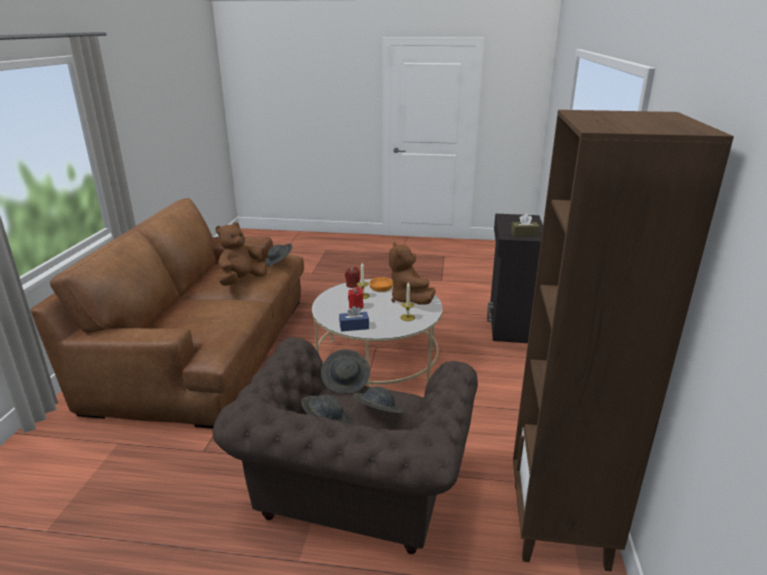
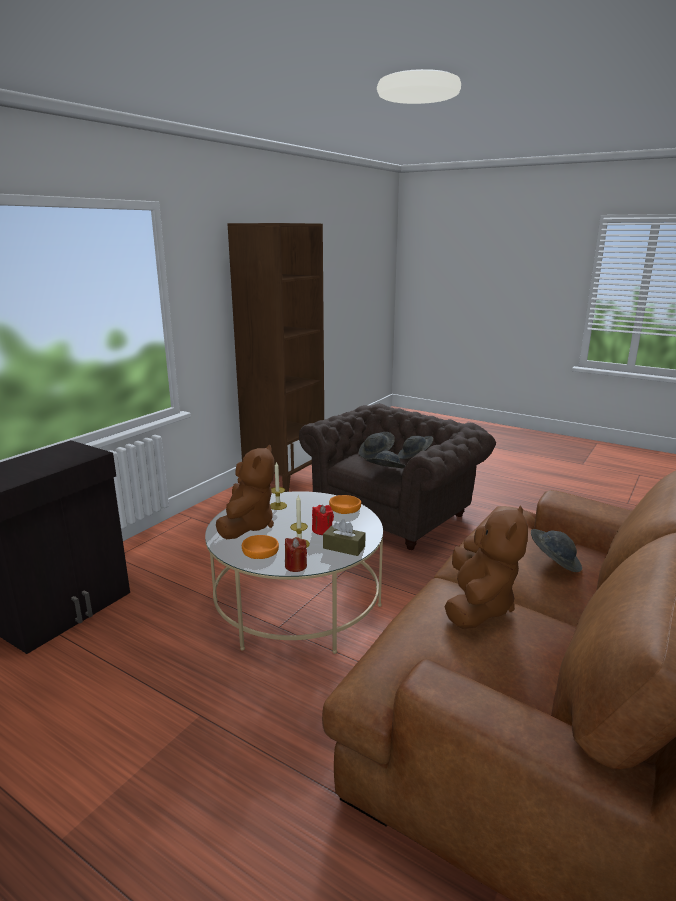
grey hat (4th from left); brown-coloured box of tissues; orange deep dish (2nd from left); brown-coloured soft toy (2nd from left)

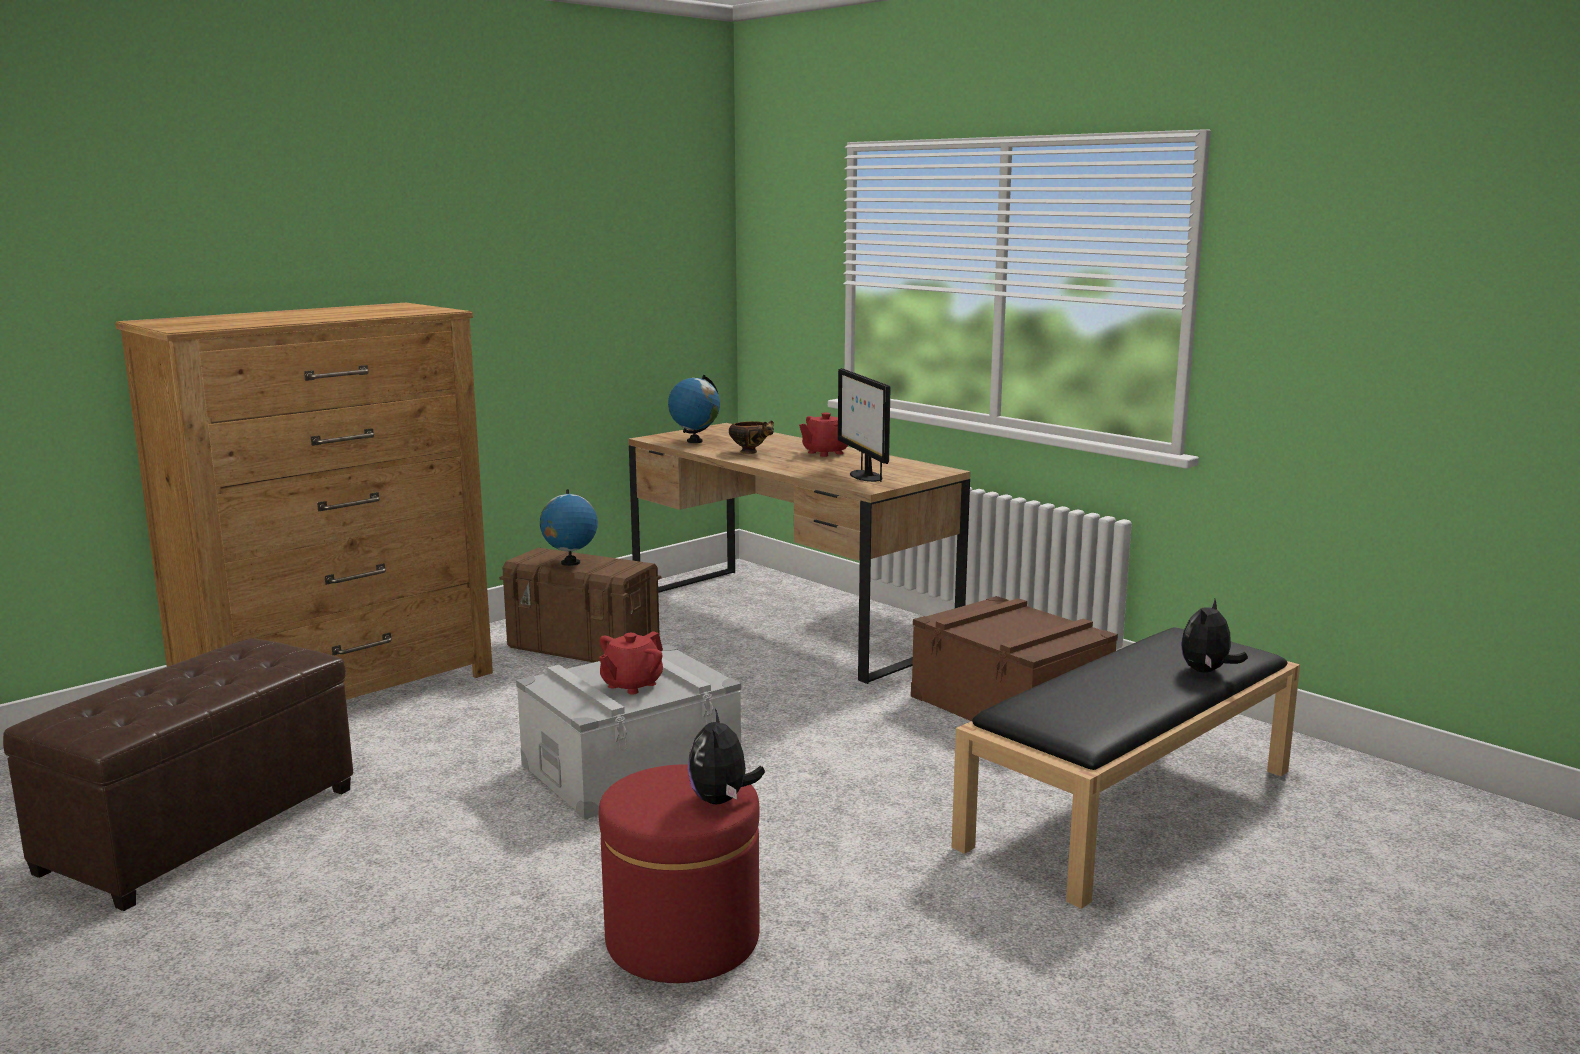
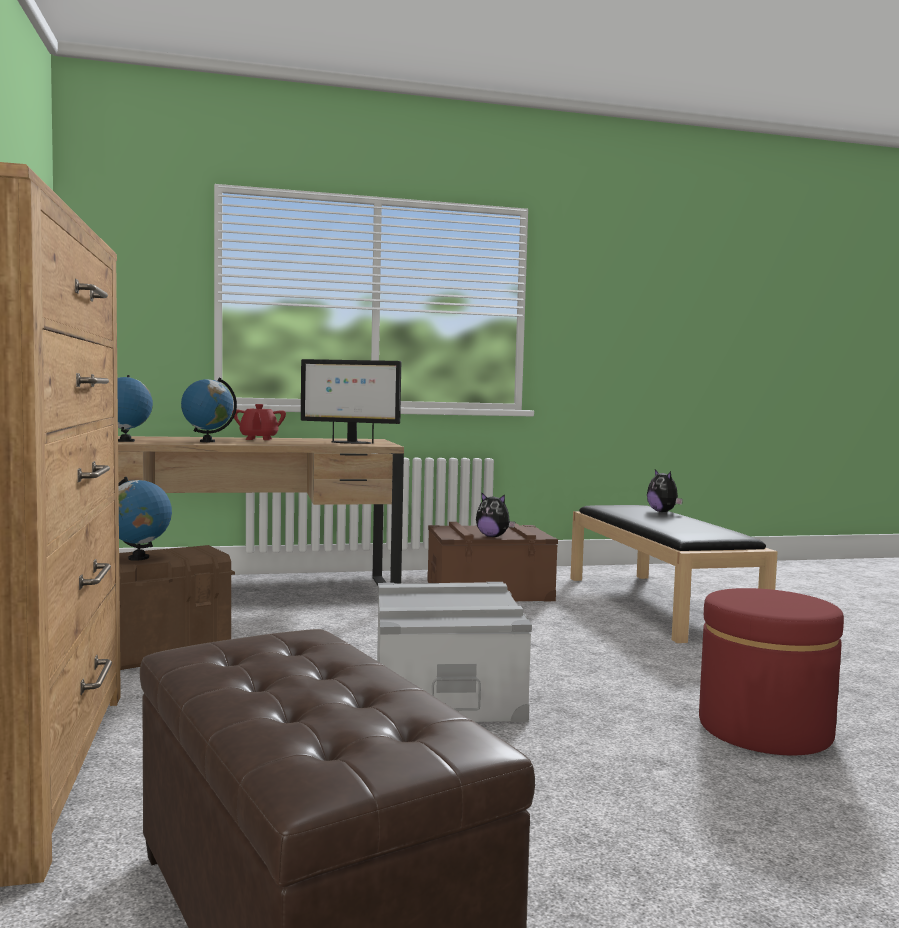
reddish tea pot (1st from left in the first image); soft toy (1st from left); desk globe (3rd from left)

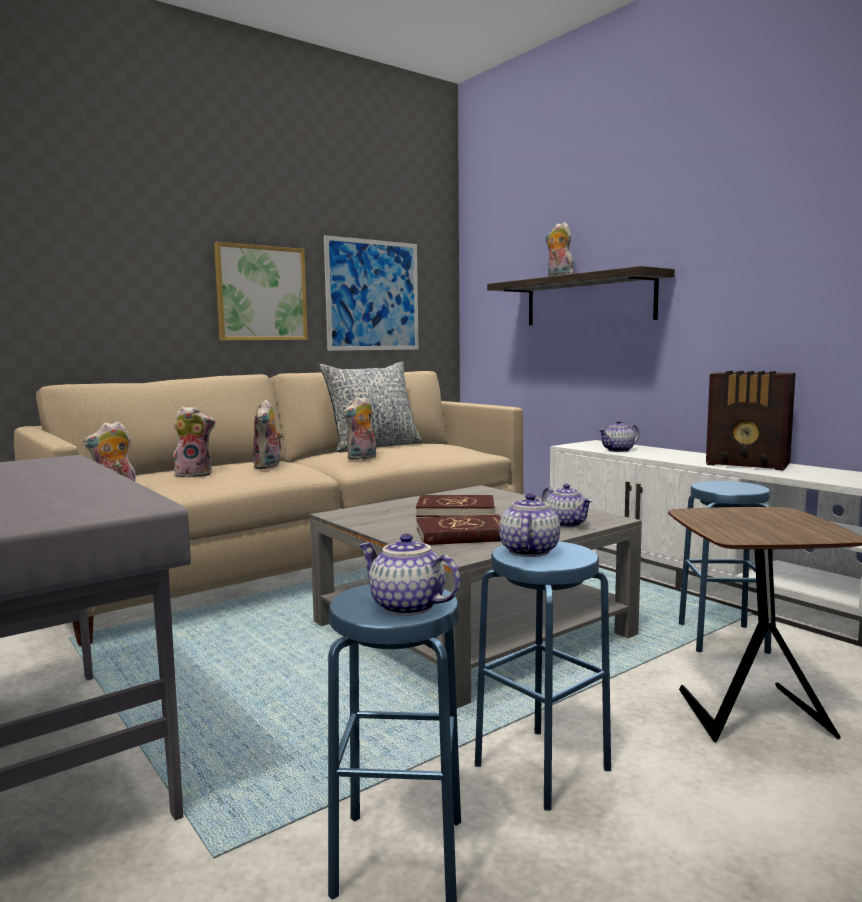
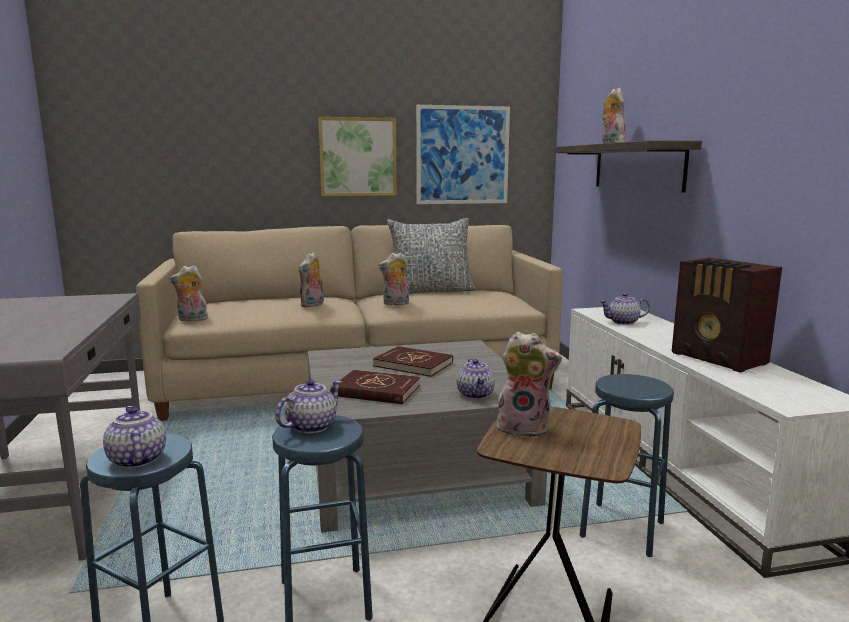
soft toy (4th from left)

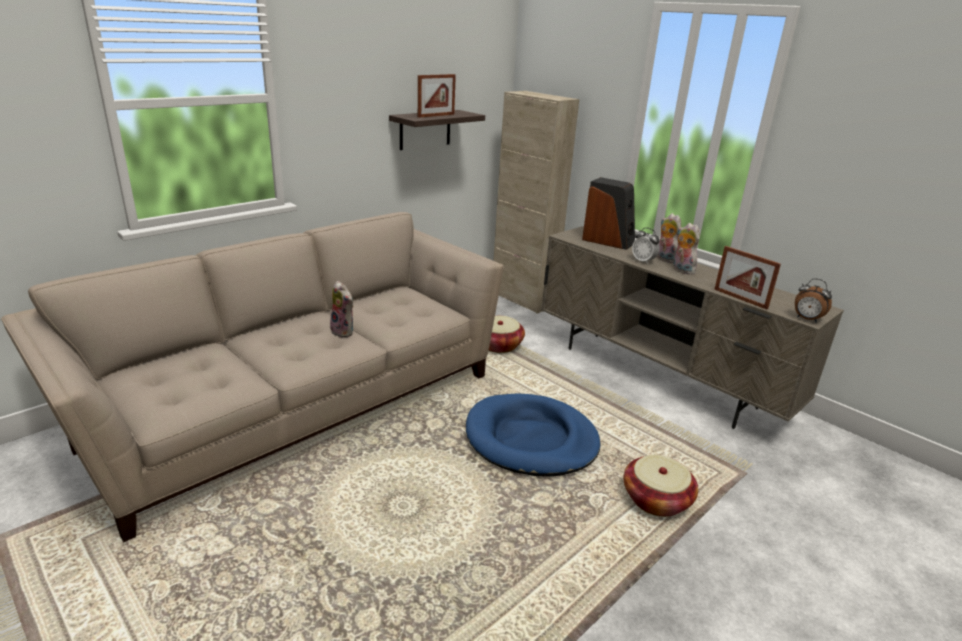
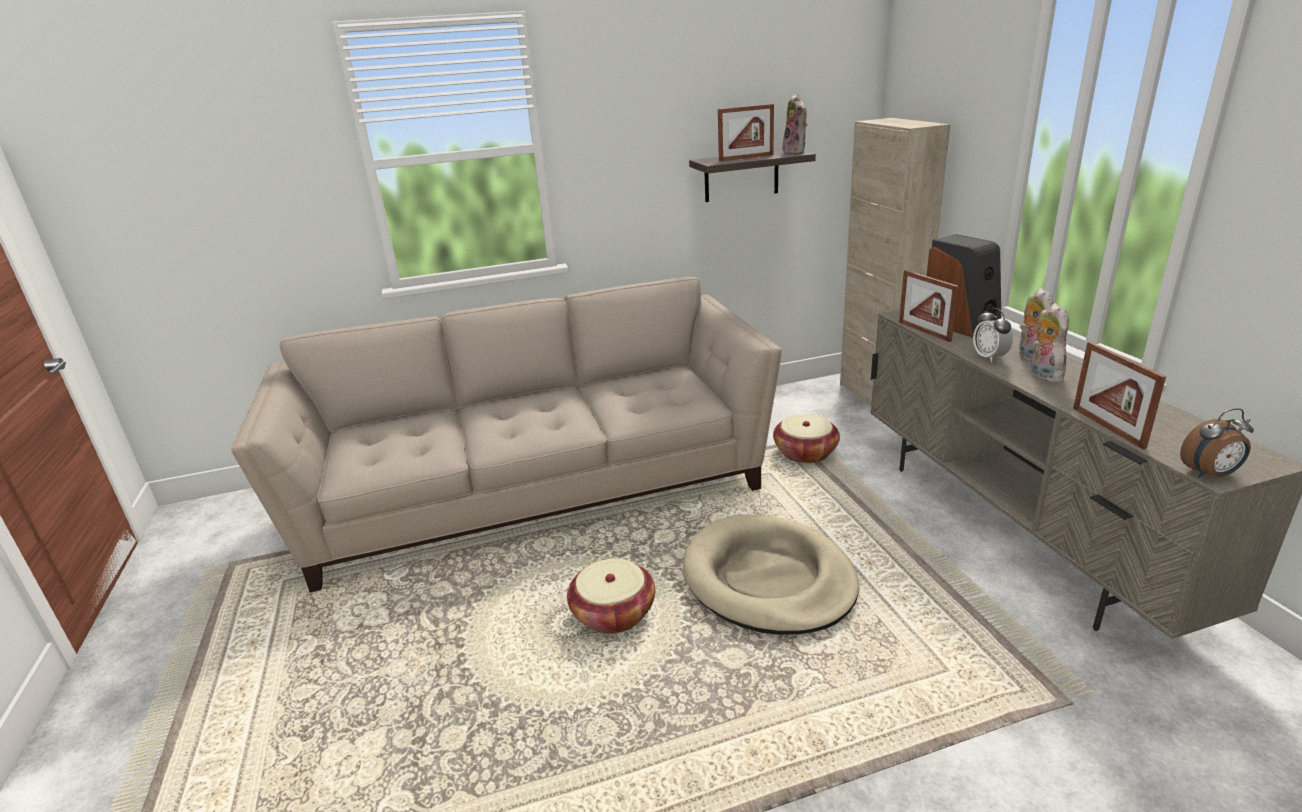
picture frame (2nd from left); soft toy (1st from left); storage basket (1st from left); beige dog bed; alarm clock (2nd from left)

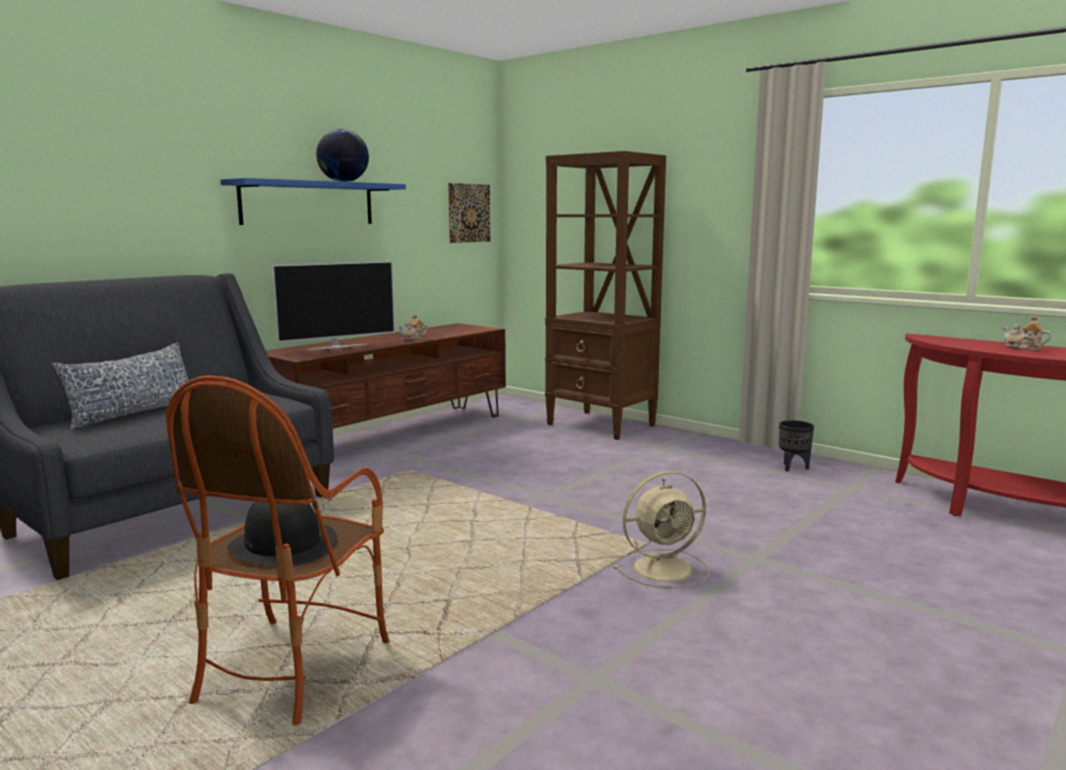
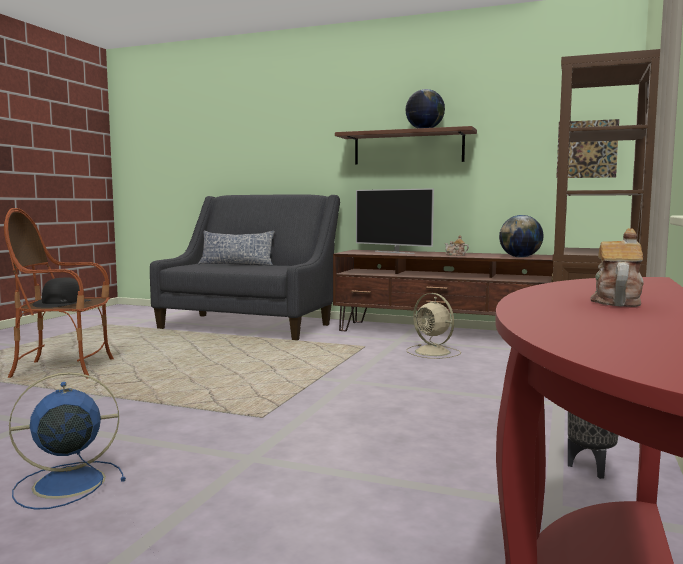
blue fan; desk globe (2nd from left); beige fan; brown-coloured shelf

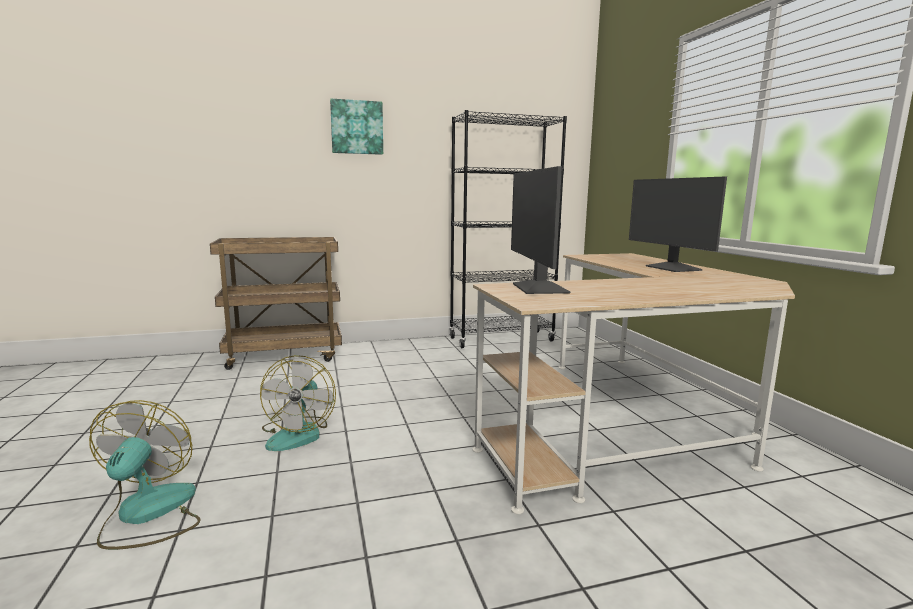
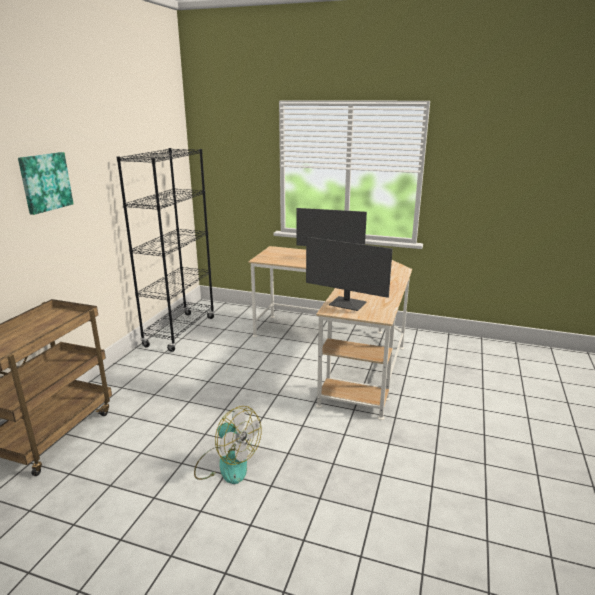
fan (1st from left in the first image)

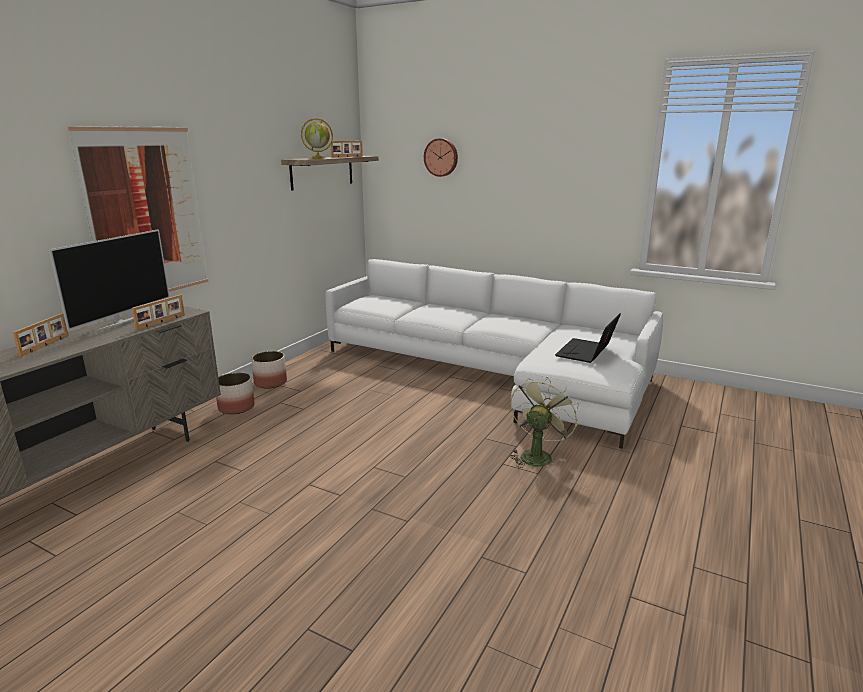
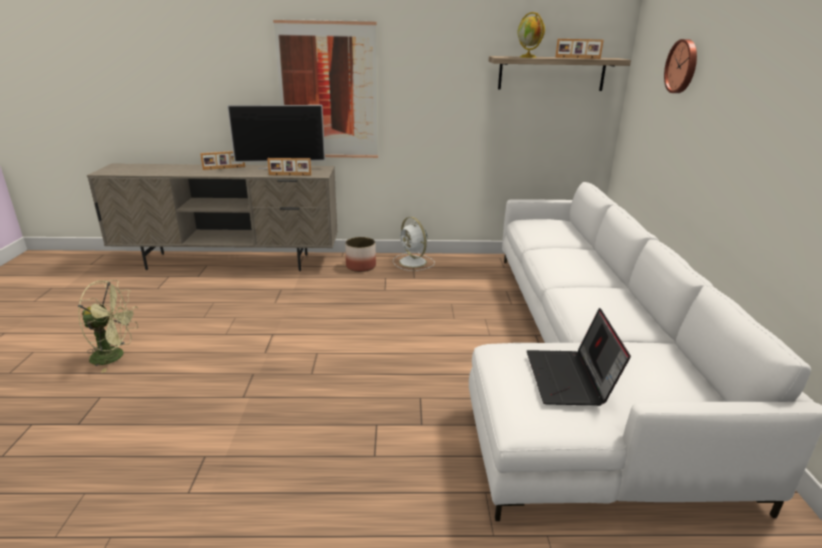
green fan; white-coloured fan; notebook computer

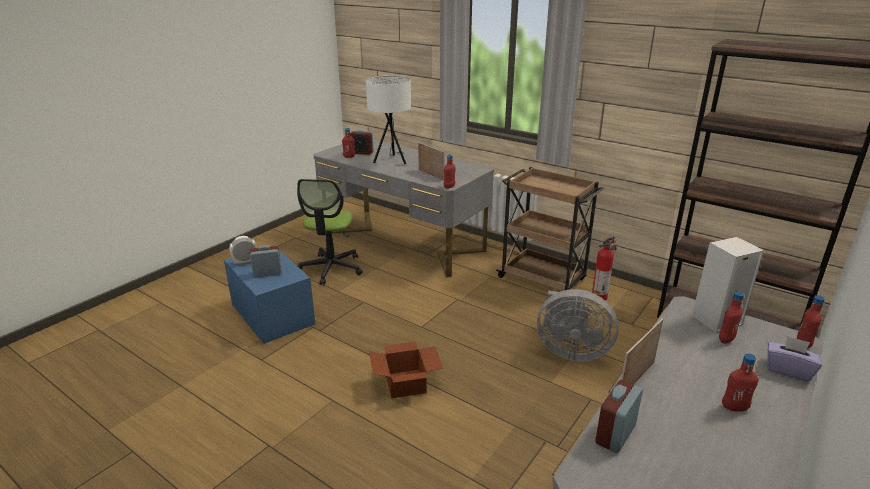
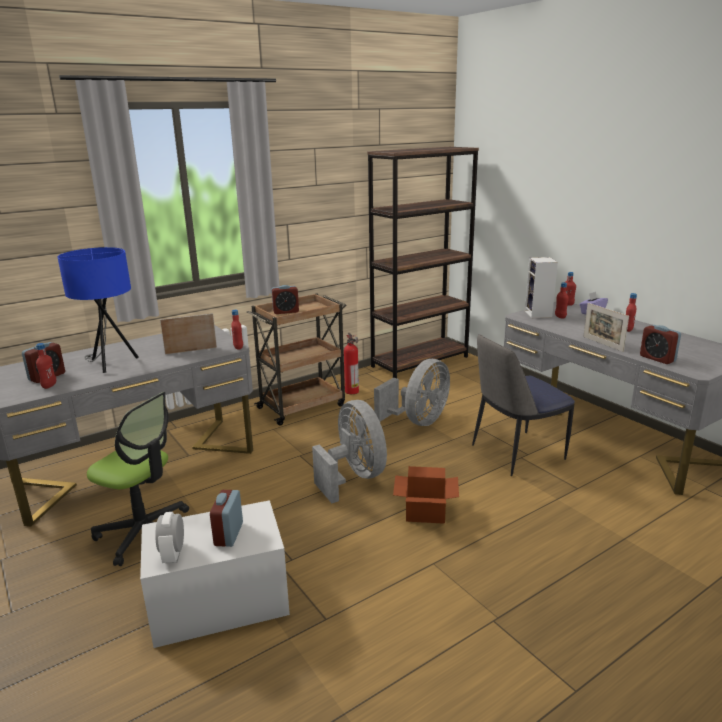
alarm clock (4th from left); grey fan (1st from left); upright chair; white-coloured storage box; blue table lamp

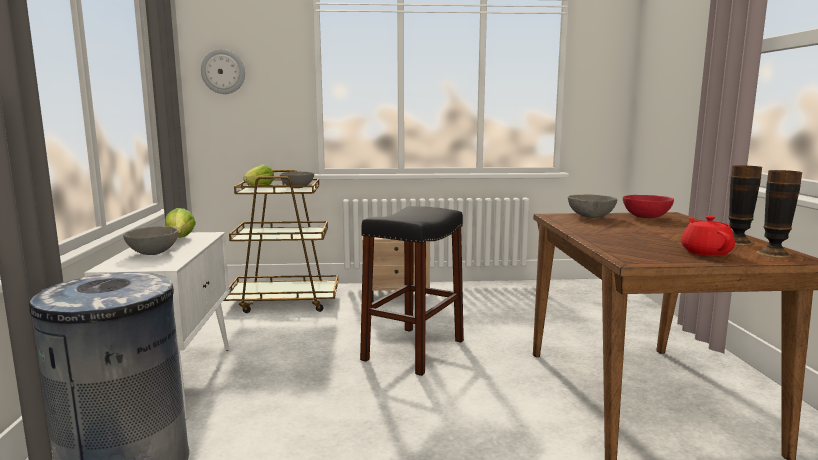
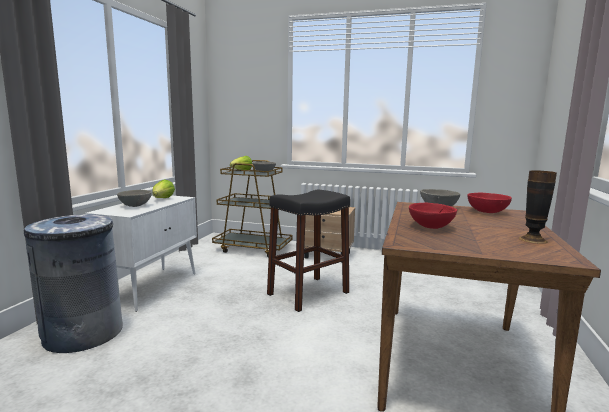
hanging clock; reddish tea pot; vase (2nd from left in the first image); reddish deep dish (1st from left)

